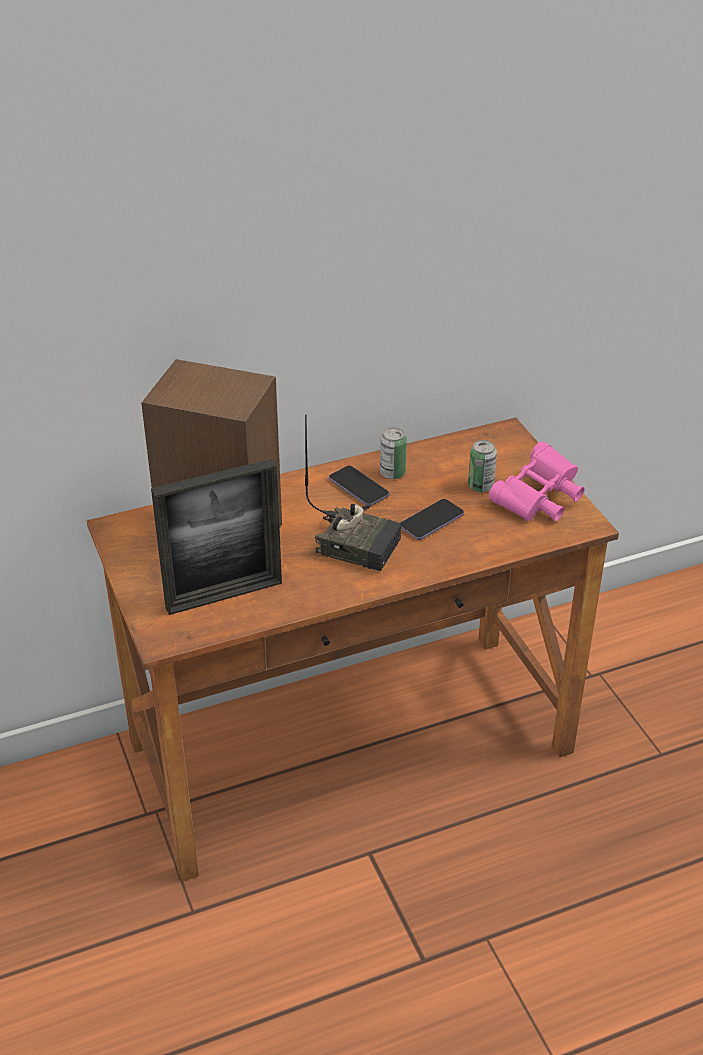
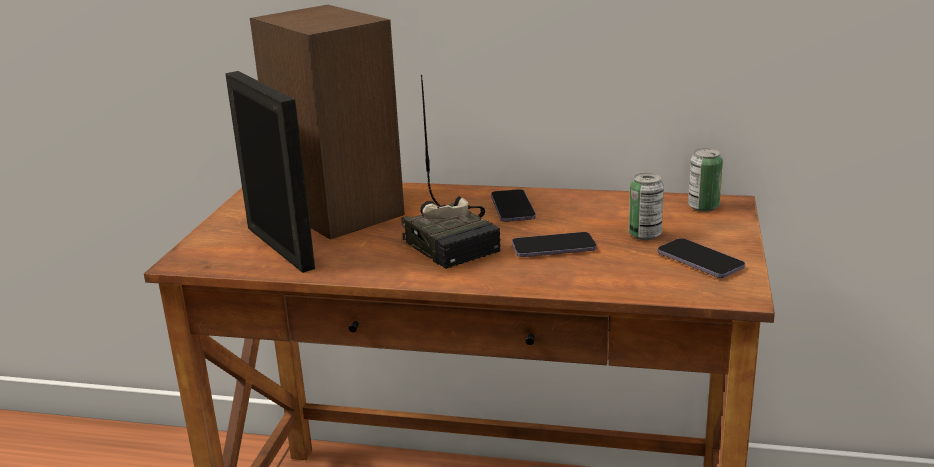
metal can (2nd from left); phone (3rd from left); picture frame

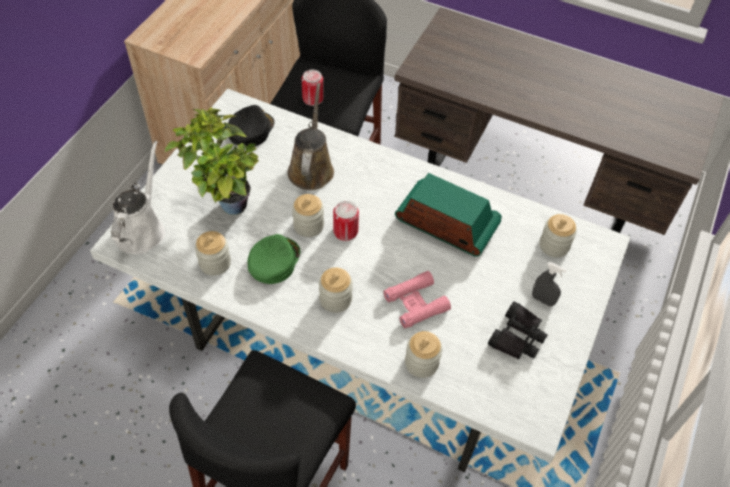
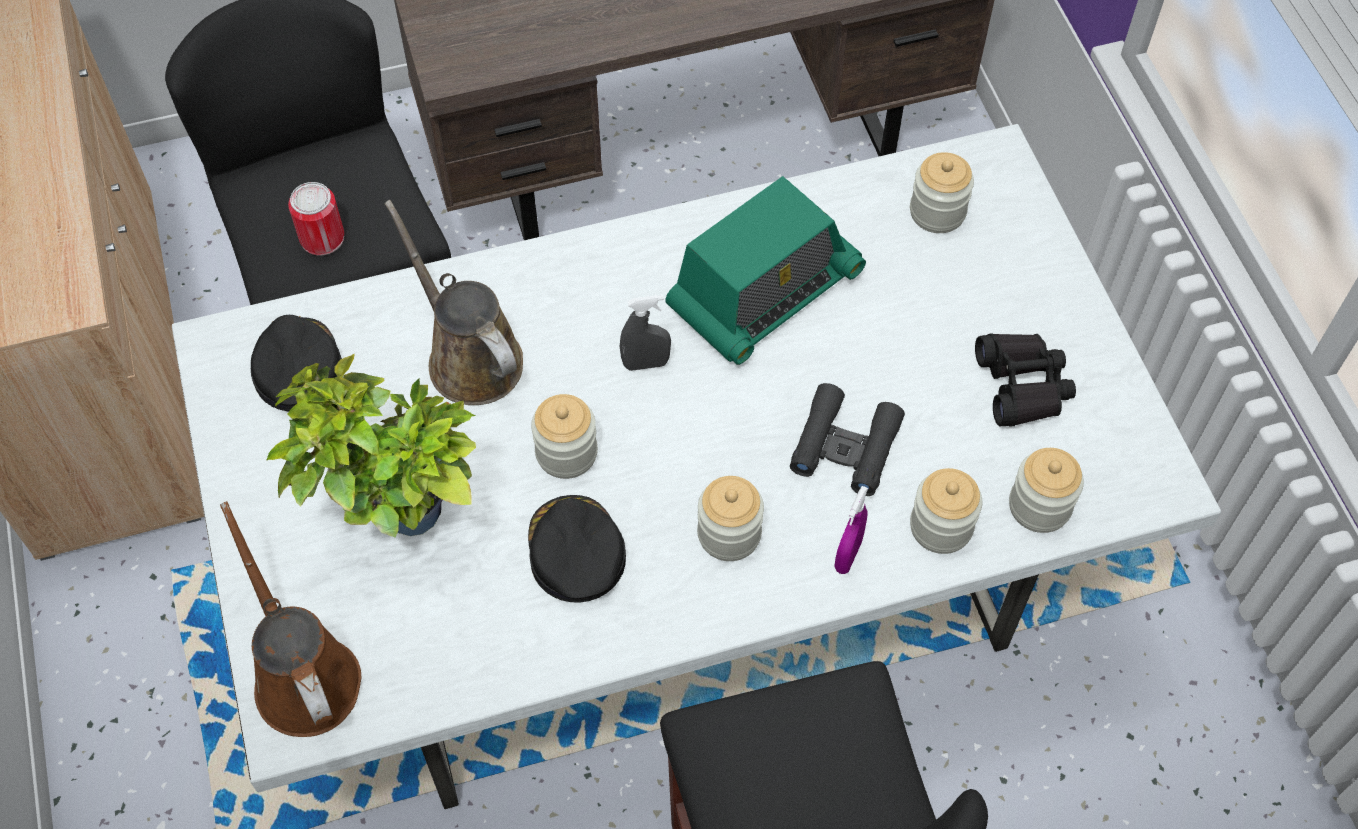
metal can (2nd from left in the first image); purplish sprayer; jar (5th from left); grey sprayer; brown-coloured watering can (1st from left); black-coloured peaked cap (2nd from left); black-coloured field glasses (1st from left); radio set

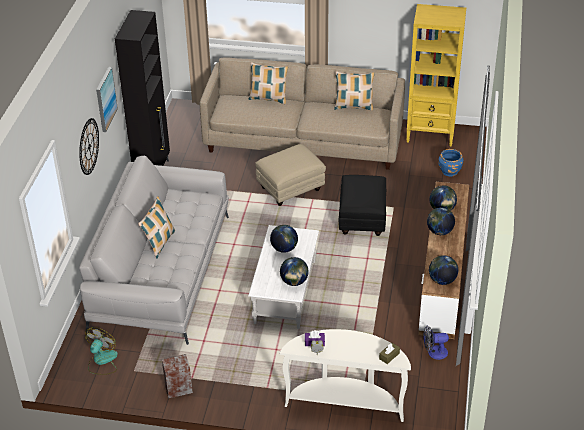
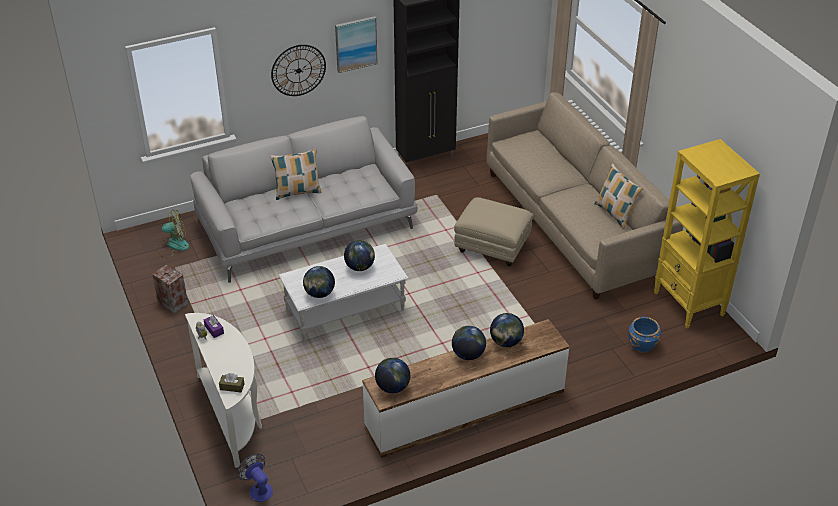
throw pillow (2nd from left in the first image); black-coloured pouffe; fan (2nd from left)

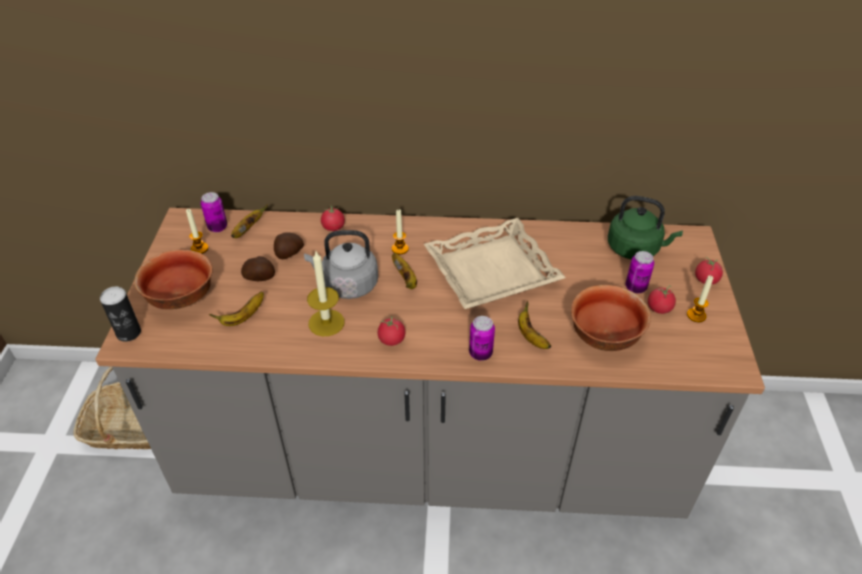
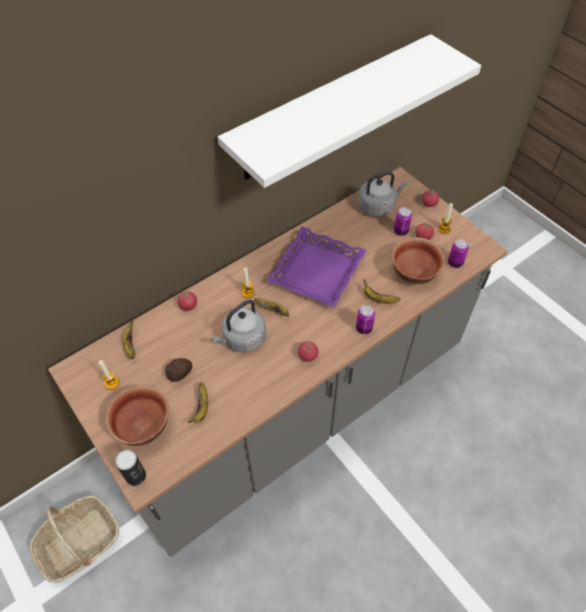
potato (2nd from left in the first image); candle (2nd from left in the first image); white-coloured shelf; metal can (4th from left); purplish serving tray; grey kettle (2nd from left)

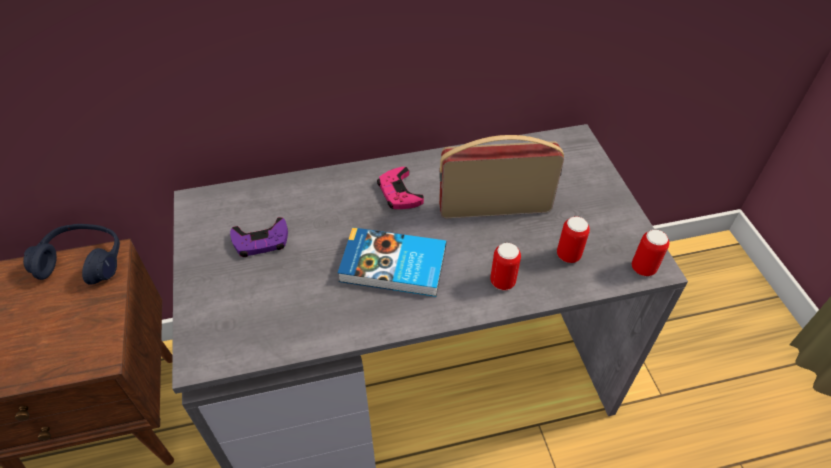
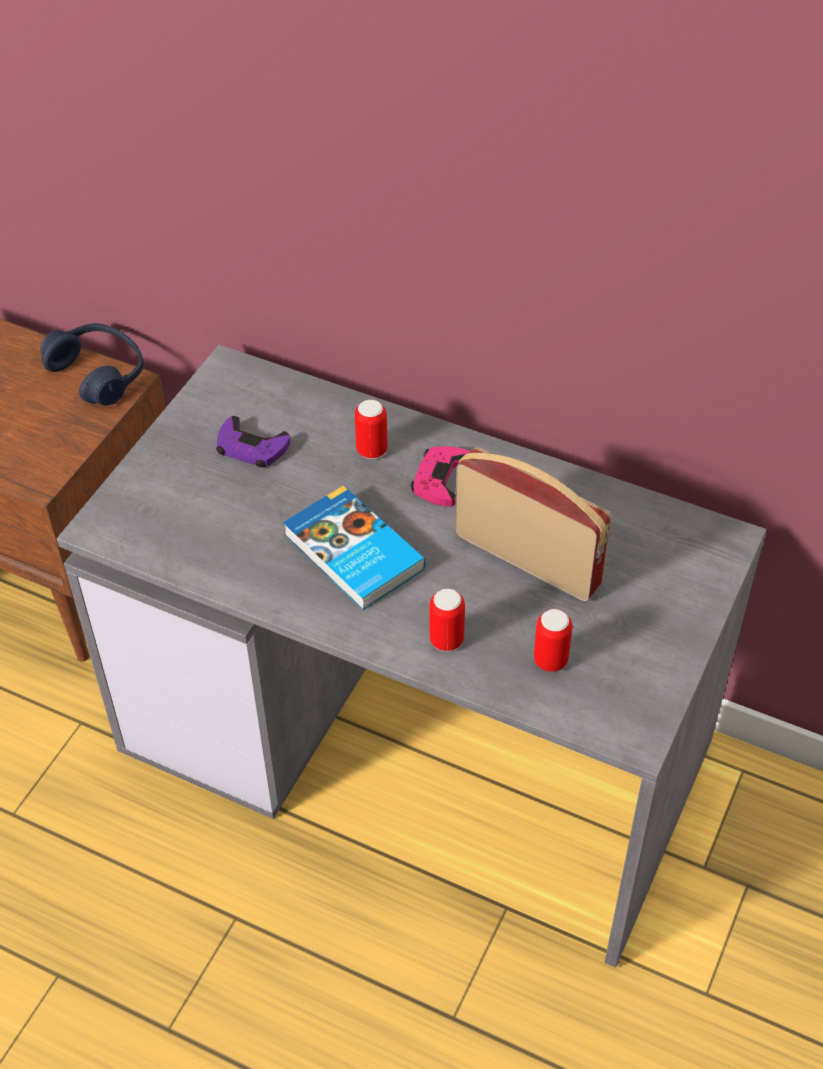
metal can (1st from left)

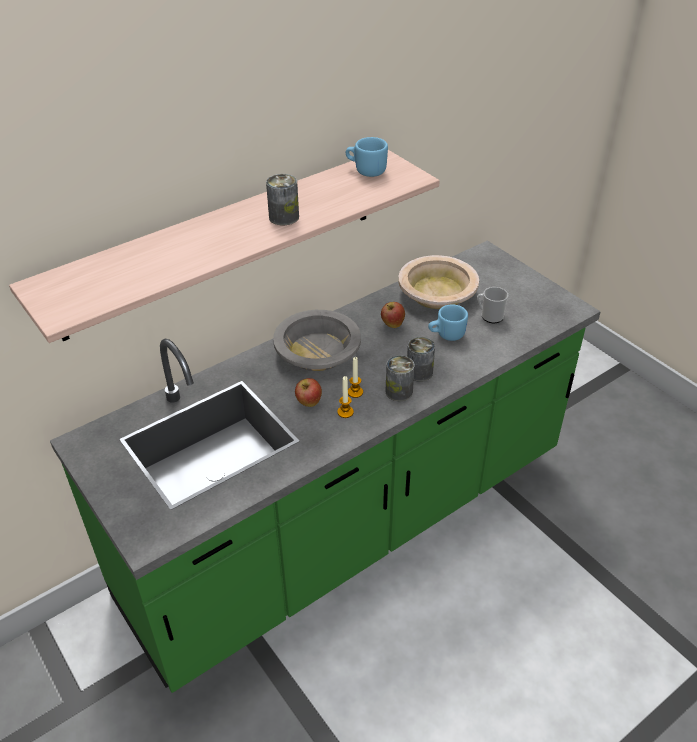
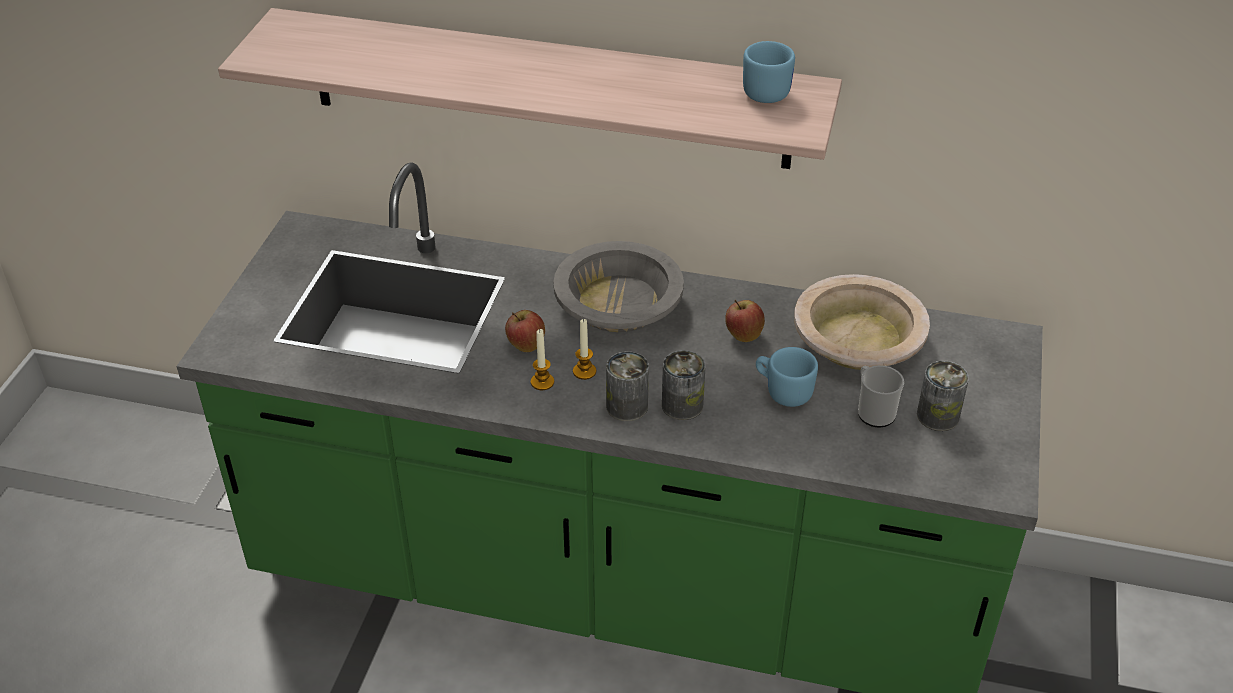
metal can (3rd from left)

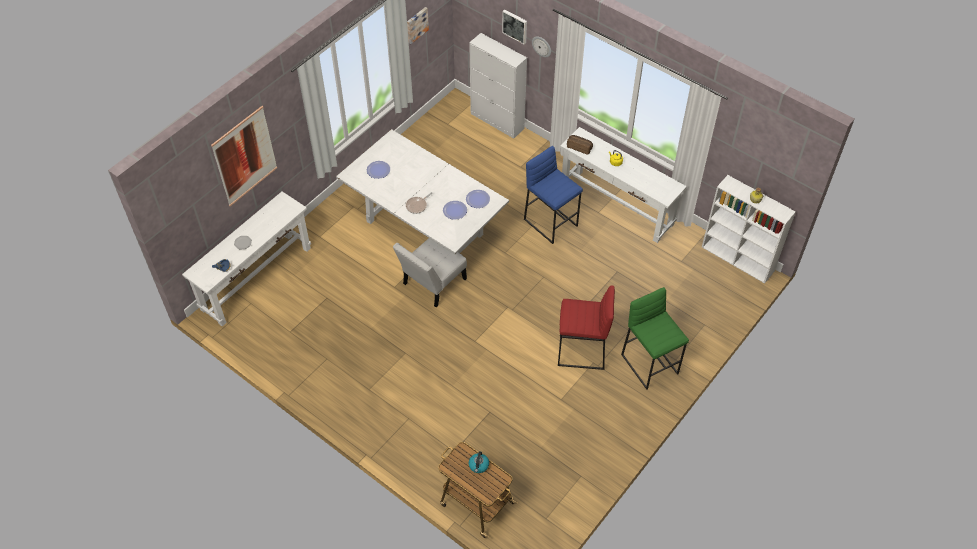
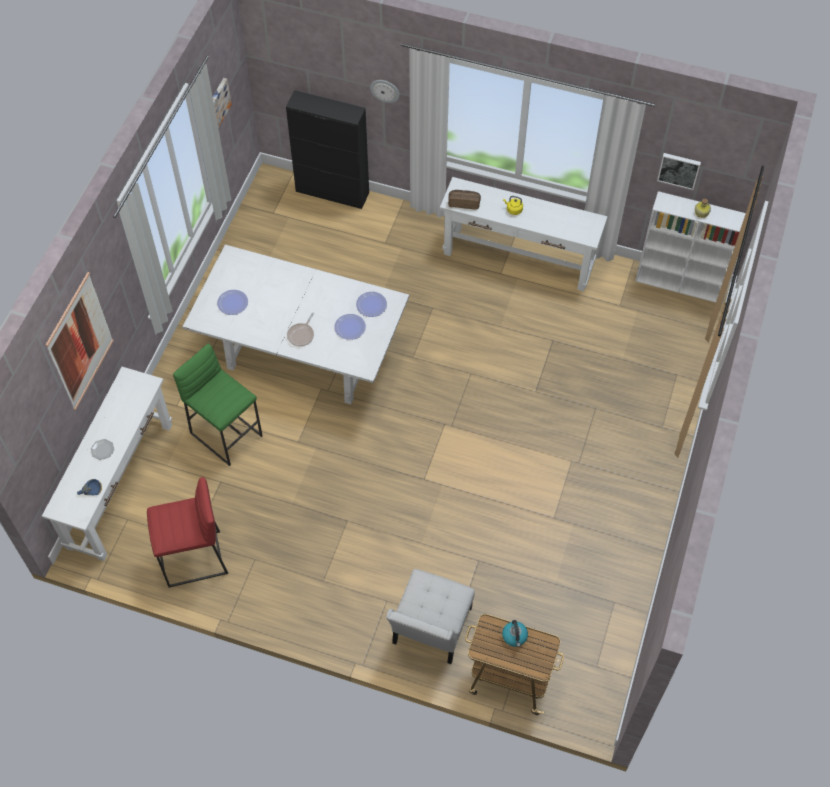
blue sitting stool; white-coloured upright chair; picture (3rd from left); reddish sitting stool; green sitting stool; black-coloured cupboard

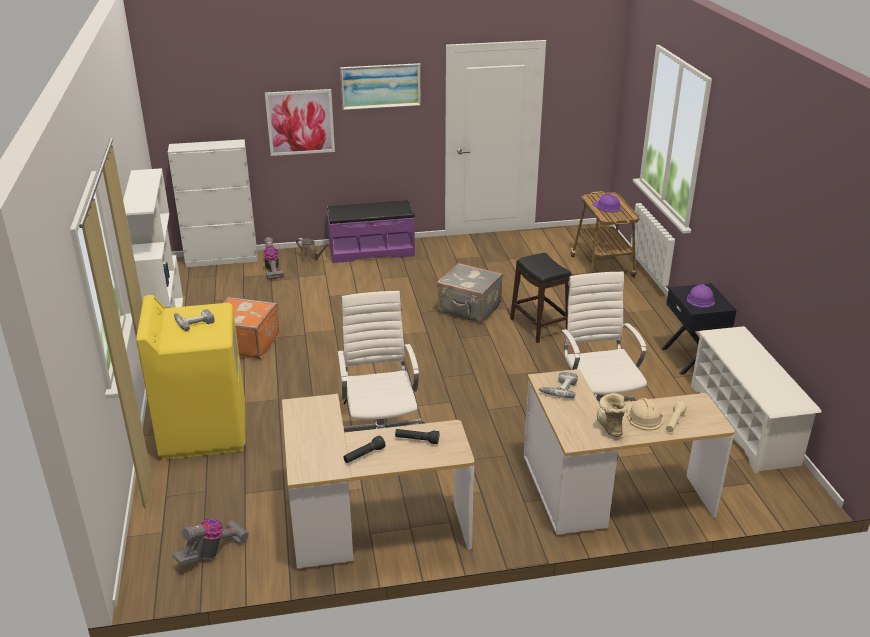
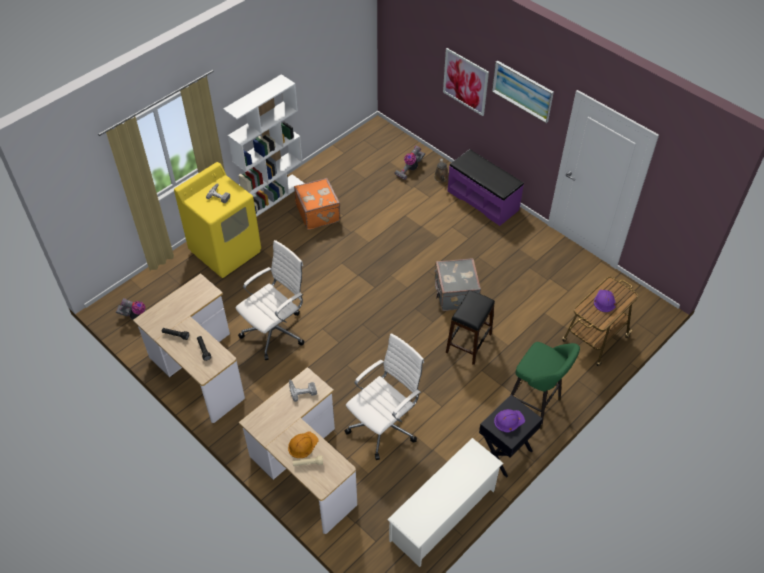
white-coloured cupboard; high-top boot; green sitting stool; orange work helmet

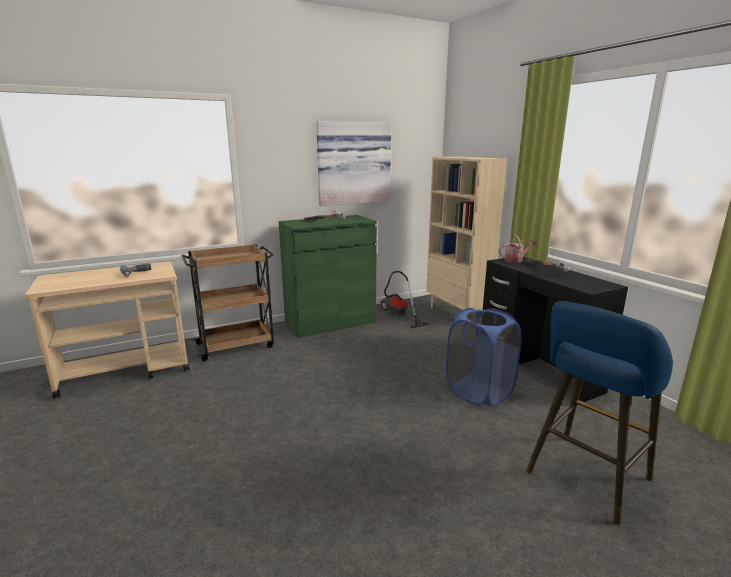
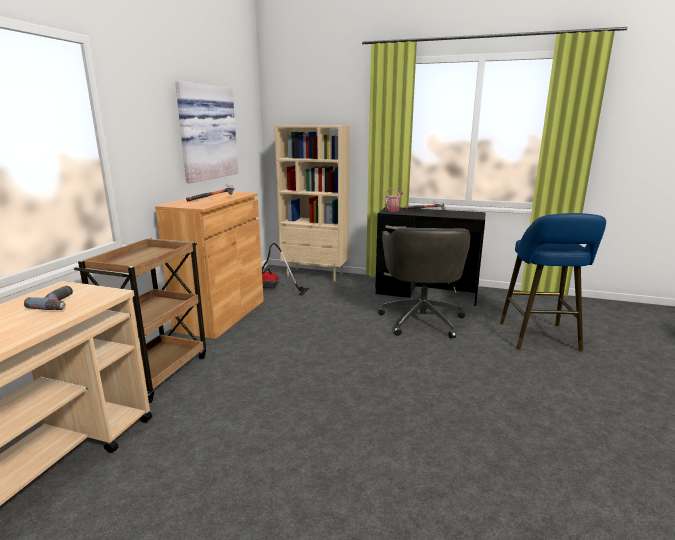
grey computer chair; brown-coloured cupboard

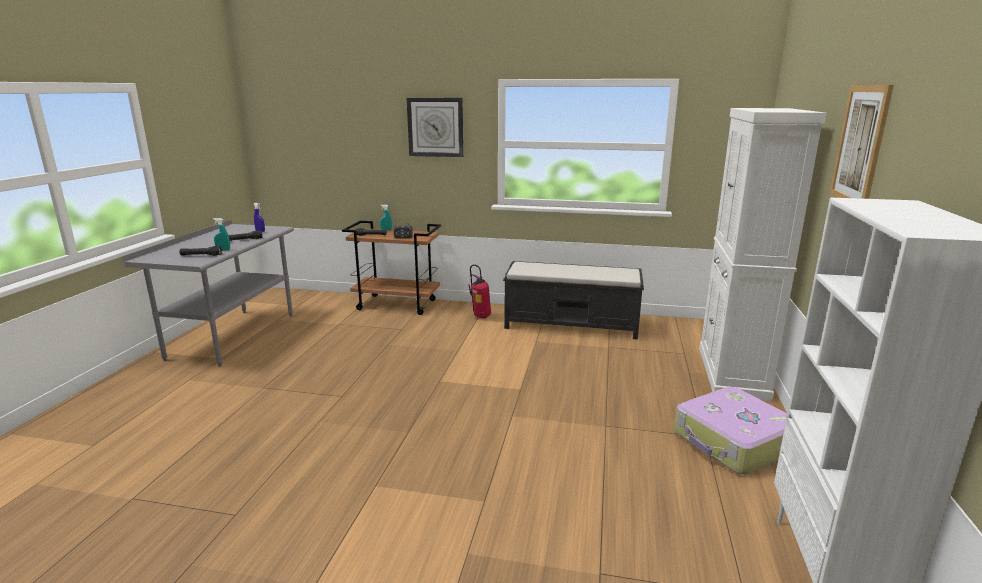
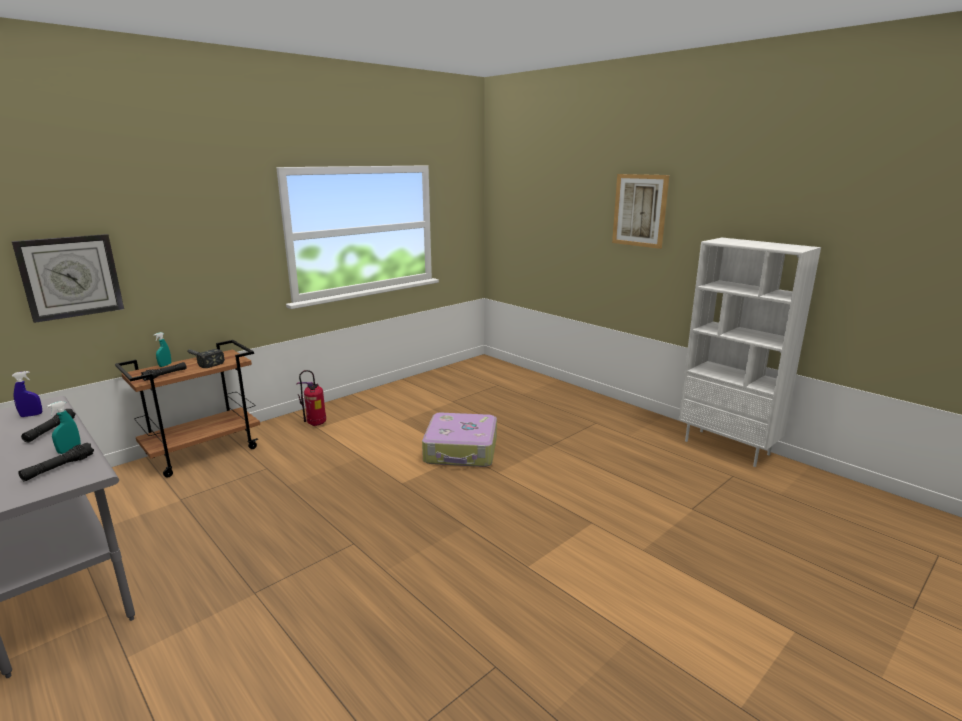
black-coloured long seat; white-coloured cupboard; hanging clock; suitcase

